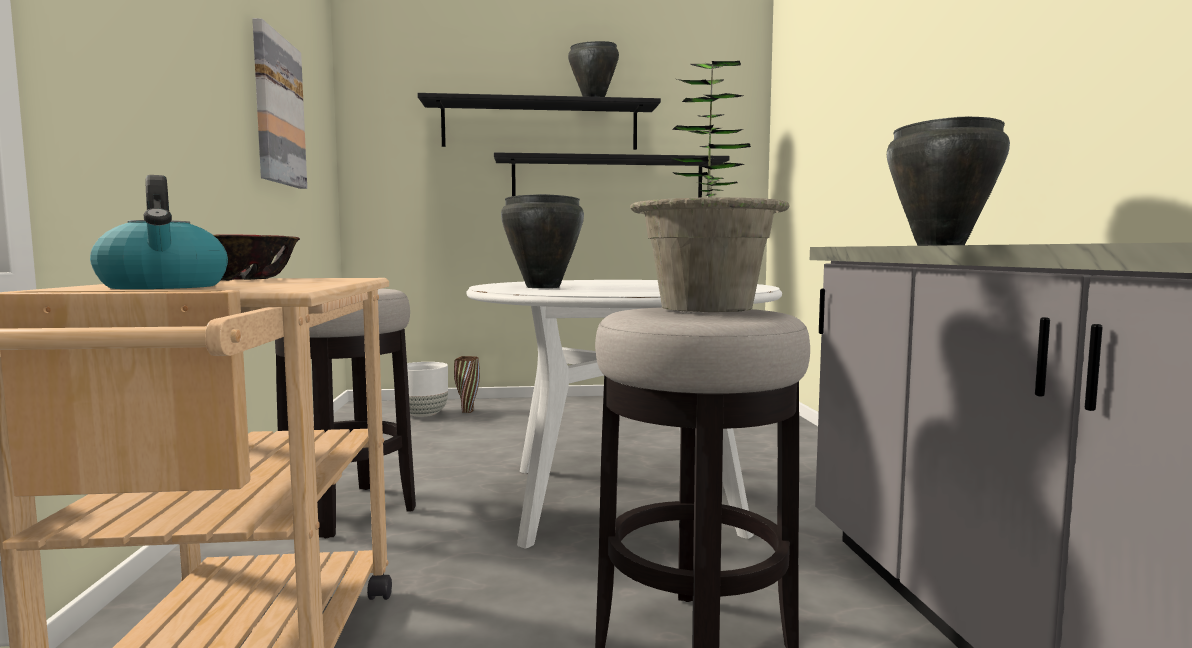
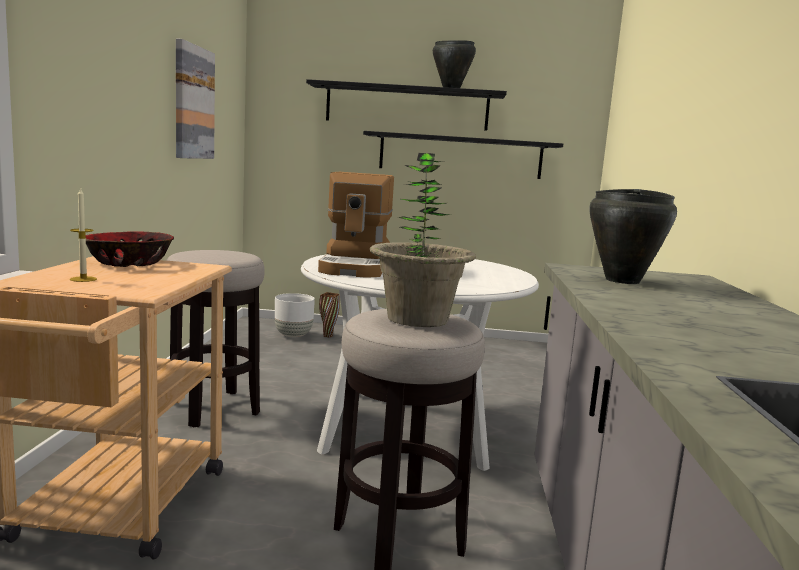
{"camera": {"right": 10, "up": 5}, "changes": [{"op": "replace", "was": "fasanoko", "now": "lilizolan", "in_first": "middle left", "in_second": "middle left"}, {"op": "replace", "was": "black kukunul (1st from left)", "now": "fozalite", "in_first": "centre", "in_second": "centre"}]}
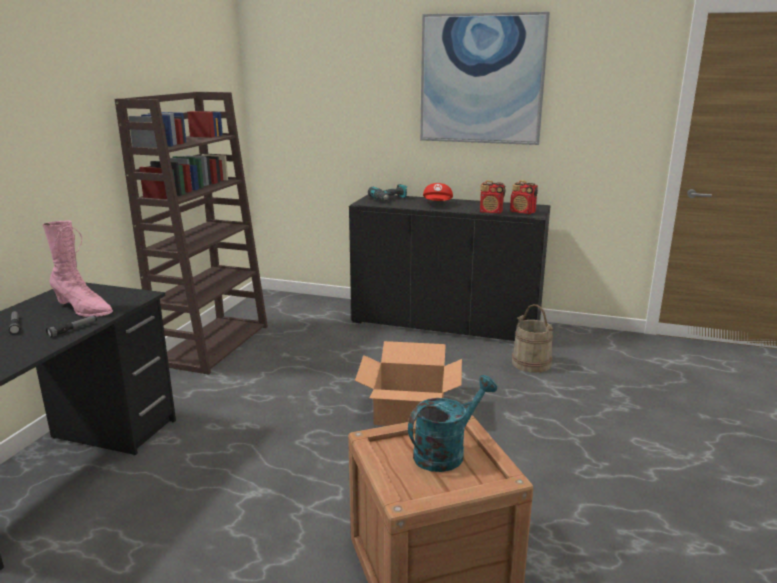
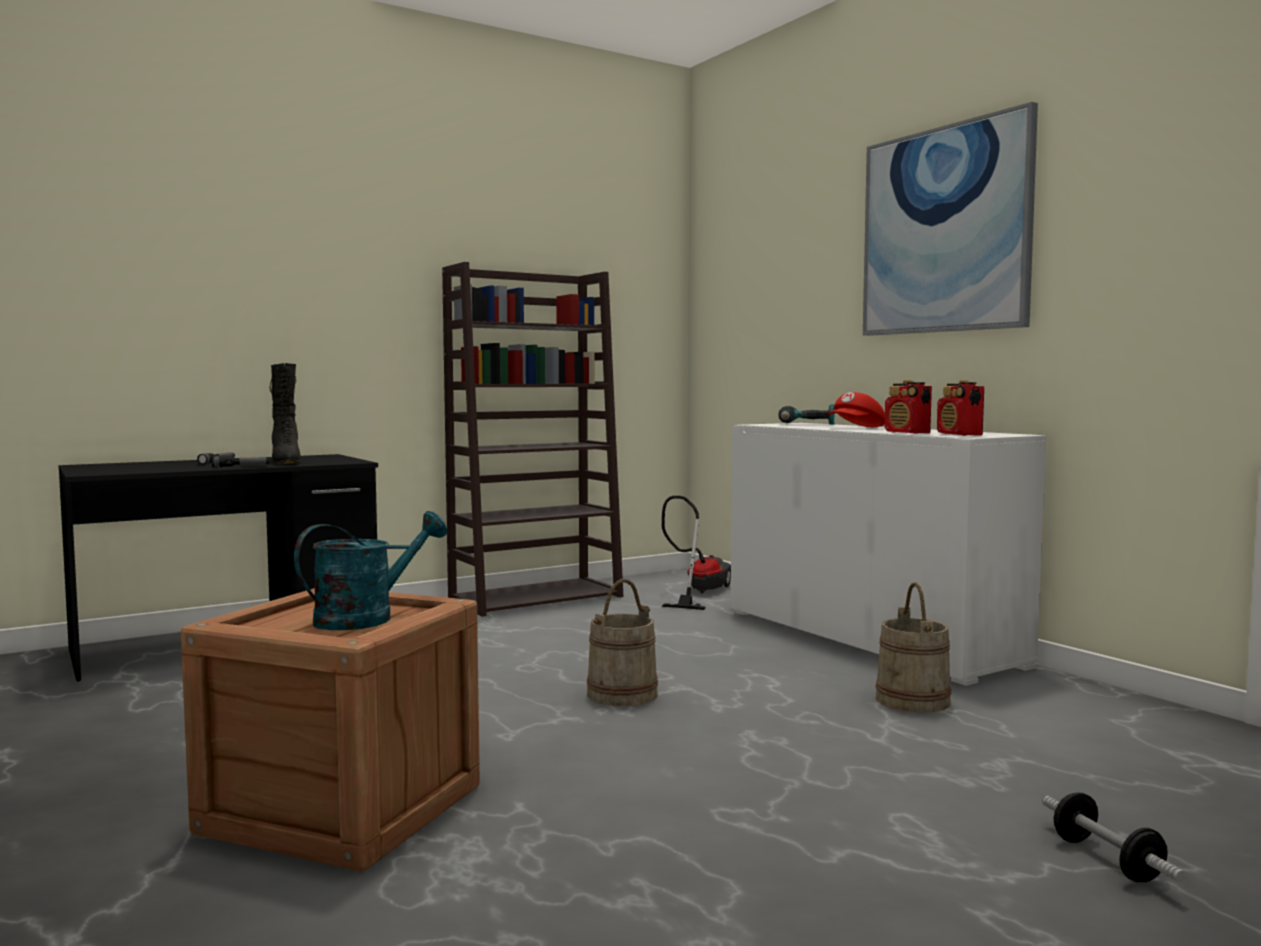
{"camera": {"right": 40, "up": -15}, "changes": [{"op": "insert", "now": "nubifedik", "in_second": "centre"}, {"op": "insert", "now": "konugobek", "in_second": "bottom right"}, {"op": "replace", "was": "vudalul", "now": "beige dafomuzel (1st from left)", "in_first": "centre", "in_second": "bottom centre"}, {"op": "recolor", "was": "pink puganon", "now": "black puganon", "in_first": "middle left", "in_second": "middle left"}, {"op": "recolor", "was": "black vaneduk", "now": "white vaneduk", "in_first": "centre", "in_second": "middle right"}, {"op": "rotate", "was": "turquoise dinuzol", "in_first": "bottom centre", "in_second": "middle left", "clockwise": -45}]}
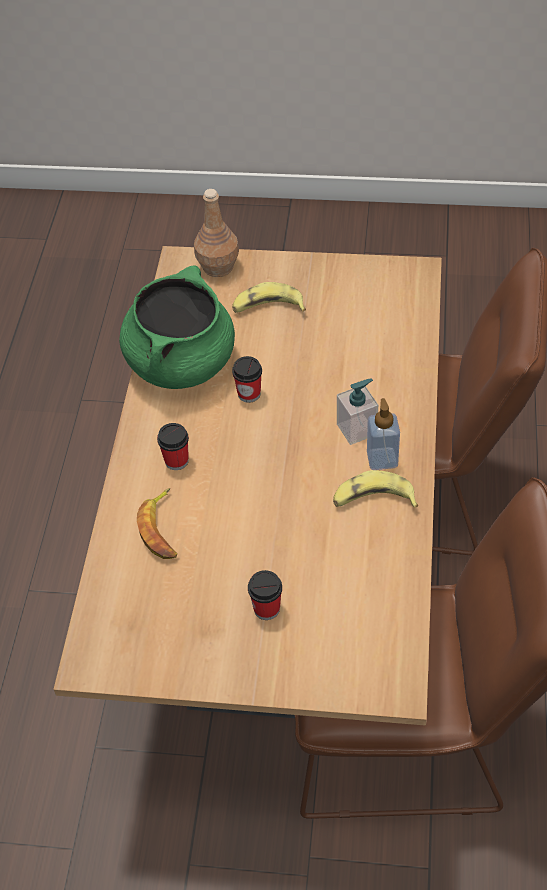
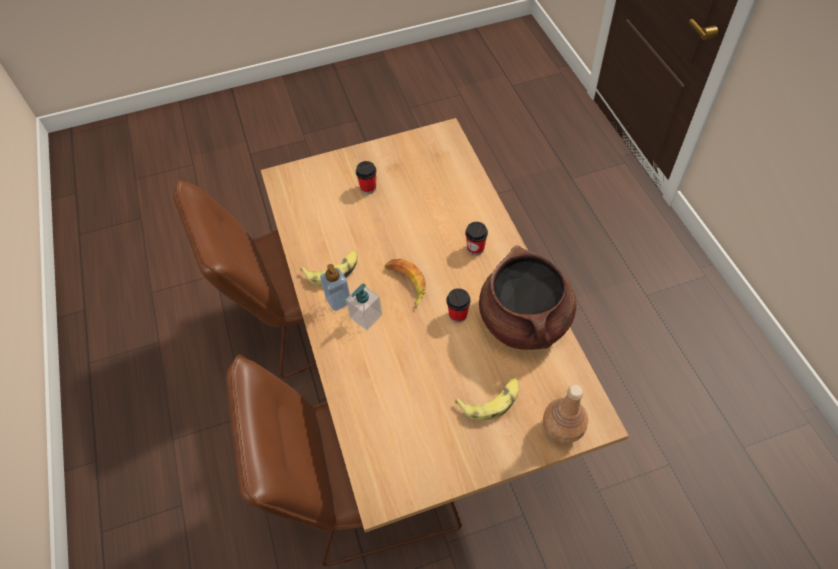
{"camera": {"right": 155, "up": 5}, "changes": [{"op": "move", "was": "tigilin (1st from left in the first image)", "now": "tigilin (2nd from left)", "in_first": "middle left", "in_second": "centre"}, {"op": "recolor", "was": "green kukunul", "now": "brown kukunul", "in_first": "middle left", "in_second": "centre"}]}
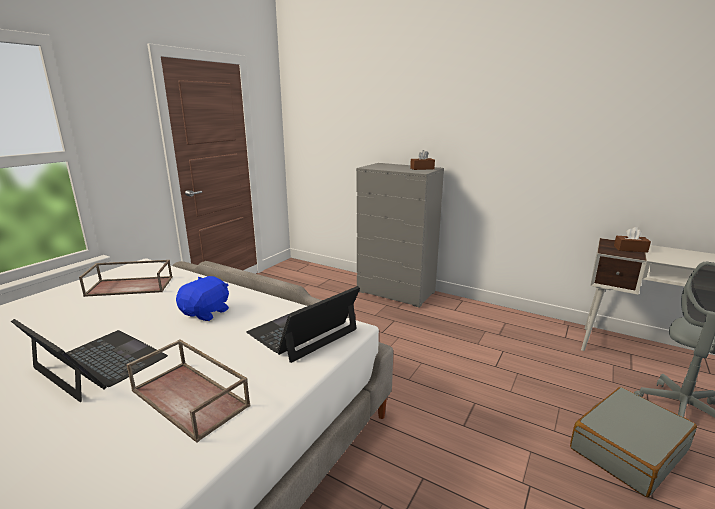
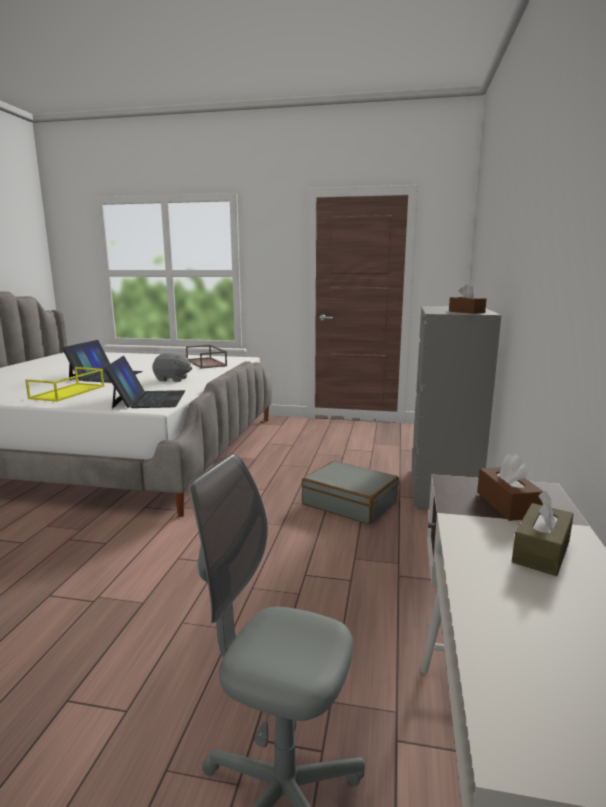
{"camera": {"right": 70, "up": -5}, "changes": [{"op": "insert", "now": "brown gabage (3rd from left)", "in_second": "middle right"}, {"op": "move", "was": "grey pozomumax", "in_first": "bottom right", "in_second": "centre"}, {"op": "recolor", "was": "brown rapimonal (2nd from left)", "now": "yellow rapimonal", "in_first": "bottom left", "in_second": "middle left"}, {"op": "recolor", "was": "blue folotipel", "now": "grey folotipel", "in_first": "middle left", "in_second": "middle left"}, {"op": "rotate", "was": "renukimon (2nd from left)", "in_first": "centre", "in_second": "middle left", "clockwise": 60}]}
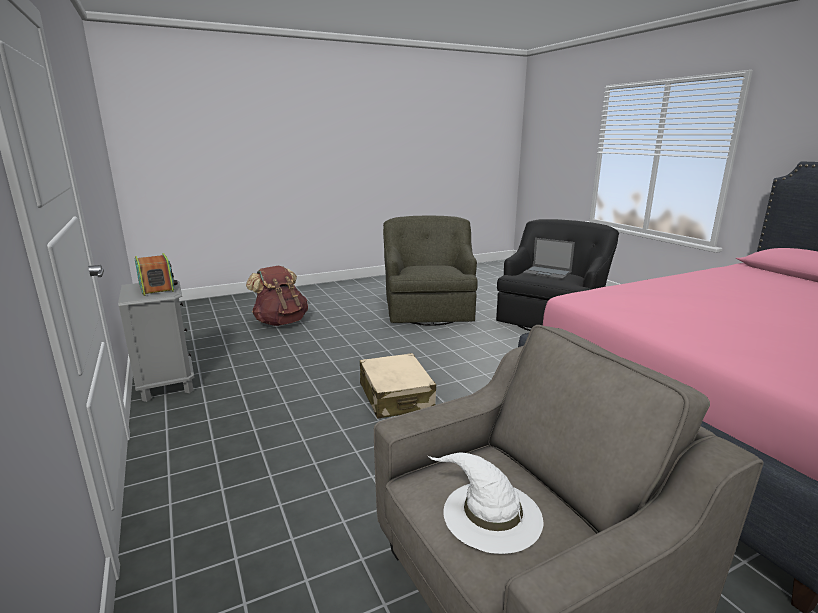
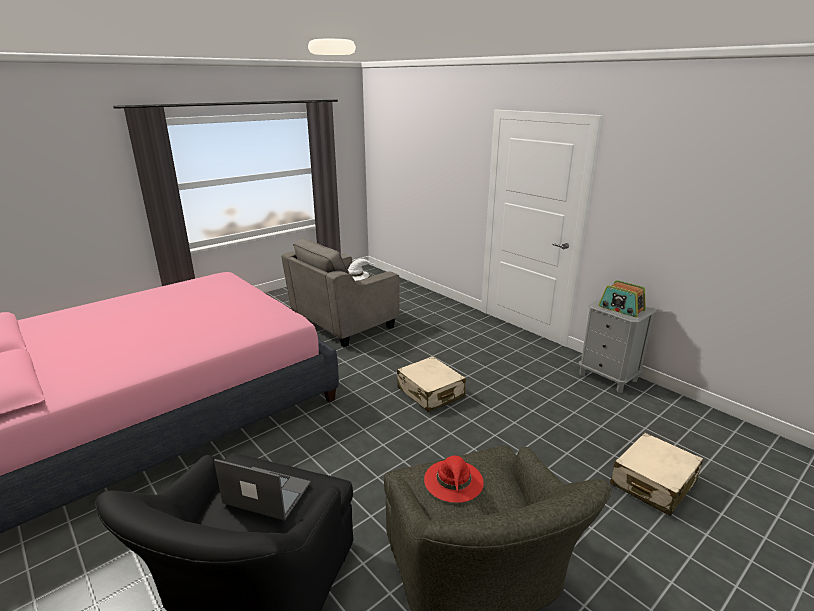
{"camera": {"right": 165, "up": 5}, "changes": [{"op": "insert", "now": "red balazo", "in_second": "bottom centre"}, {"op": "replace", "was": "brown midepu", "now": "beige pozomumax (2nd from left)", "in_first": "centre", "in_second": "bottom right"}]}
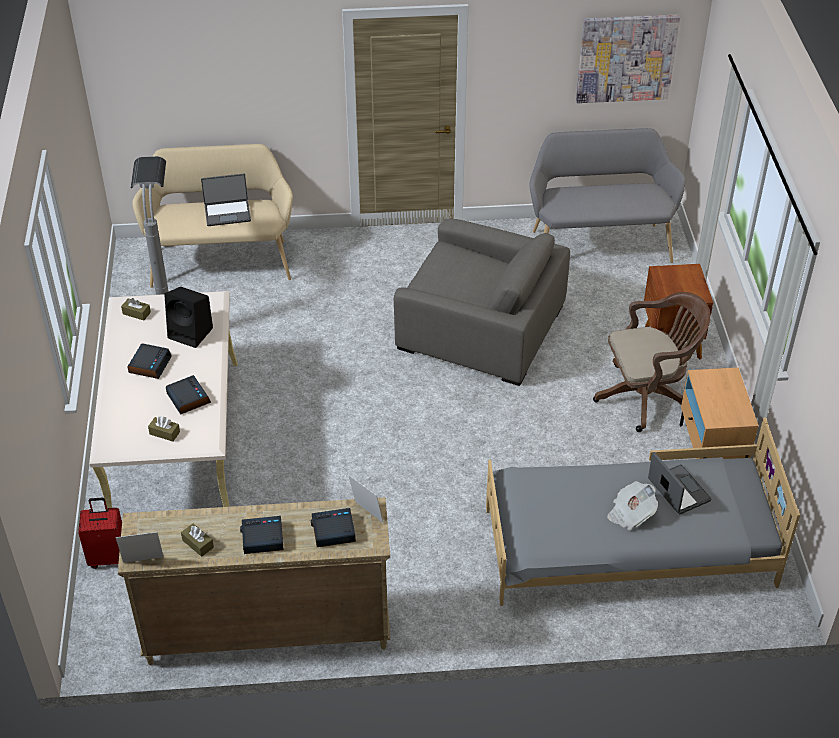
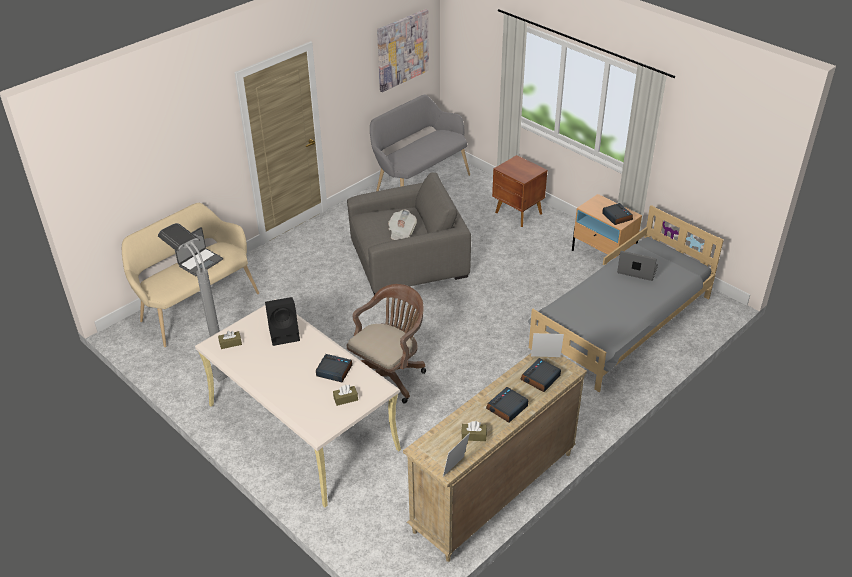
{"camera": {"right": -40, "up": -5}, "changes": [{"op": "delete", "was": "red pozomumax", "in_first": "bottom left"}, {"op": "move", "was": "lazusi (1st from left in the first image)", "now": "lazusi (4th from left)", "in_first": "middle left", "in_second": "middle right"}, {"op": "move", "was": "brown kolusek", "in_first": "middle right", "in_second": "centre"}, {"op": "move", "was": "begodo", "in_first": "bottom right", "in_second": "centre"}]}
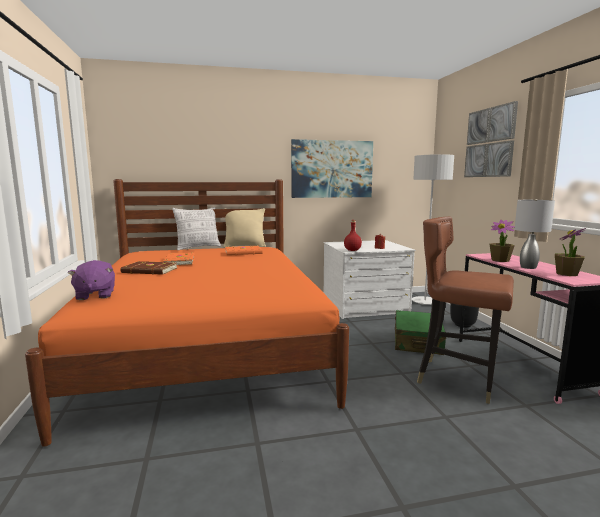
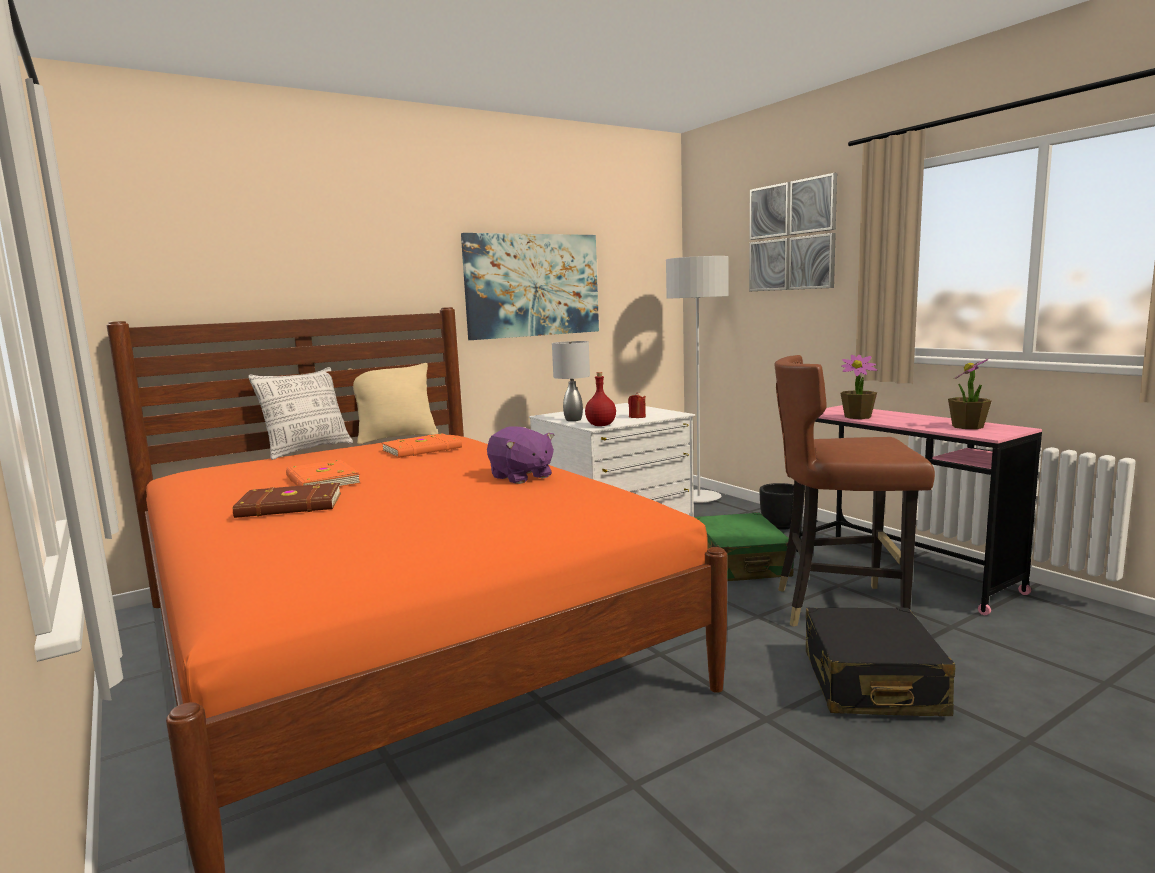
{"camera": {"right": -20, "up": 0}, "changes": [{"op": "insert", "now": "black pozomumax", "in_second": "bottom right"}, {"op": "move", "was": "purple folotipel", "in_first": "middle left", "in_second": "centre"}, {"op": "move", "was": "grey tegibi", "in_first": "middle right", "in_second": "centre"}]}
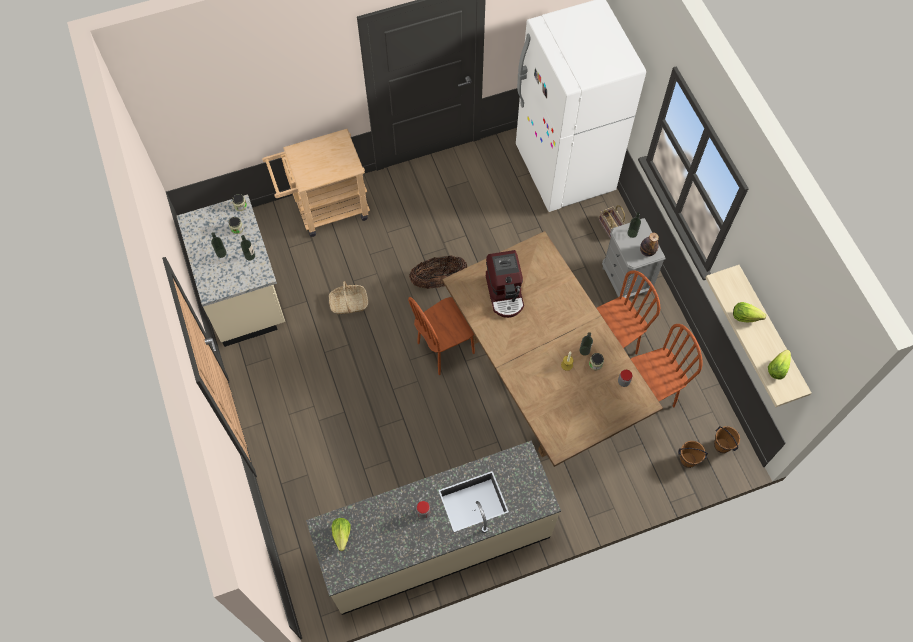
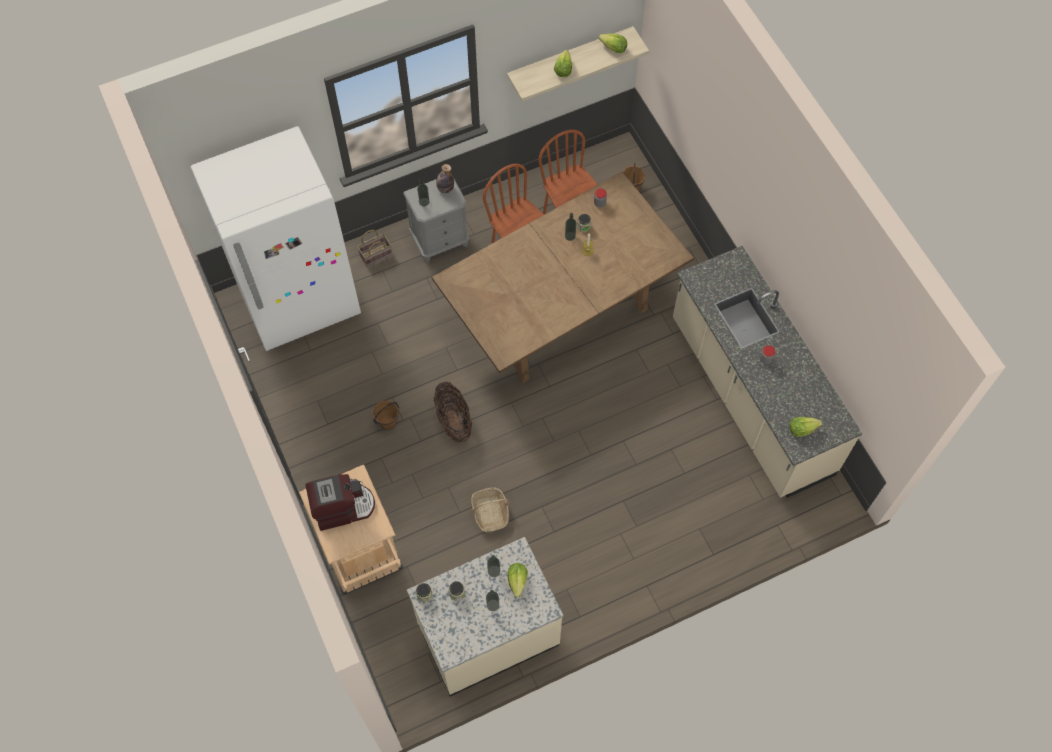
{"camera": {"right": -95, "up": 0}, "changes": [{"op": "delete", "was": "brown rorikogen (1st from left)", "in_first": "centre"}, {"op": "insert", "now": "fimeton (1st from left)", "in_second": "bottom centre"}, {"op": "move", "was": "fozalite", "in_first": "centre", "in_second": "bottom left"}, {"op": "move", "was": "brown dafomuzel (2nd from left in the first image)", "now": "brown dafomuzel (1st from left)", "in_first": "bottom right", "in_second": "centre"}]}
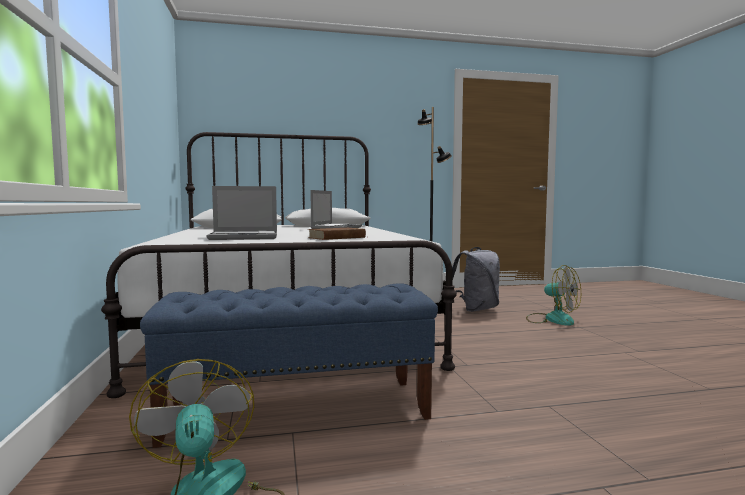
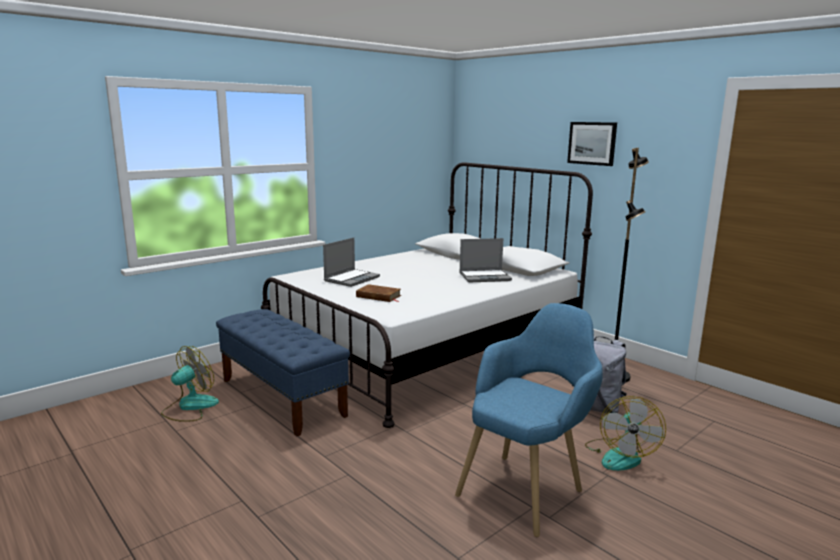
{"camera": {"right": 60, "up": 10}, "changes": [{"op": "insert", "now": "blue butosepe", "in_second": "bottom centre"}, {"op": "insert", "now": "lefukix", "in_second": "top right"}, {"op": "rotate", "was": "renukimon (1st from left)", "in_first": "middle left", "in_second": "centre", "clockwise": -105}]}
